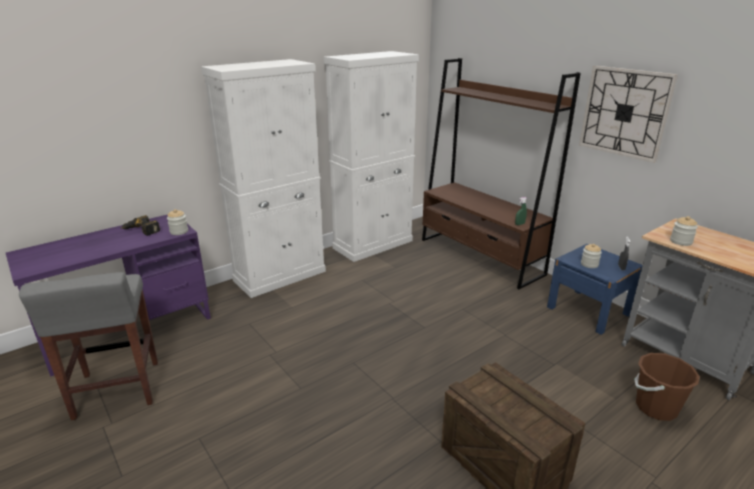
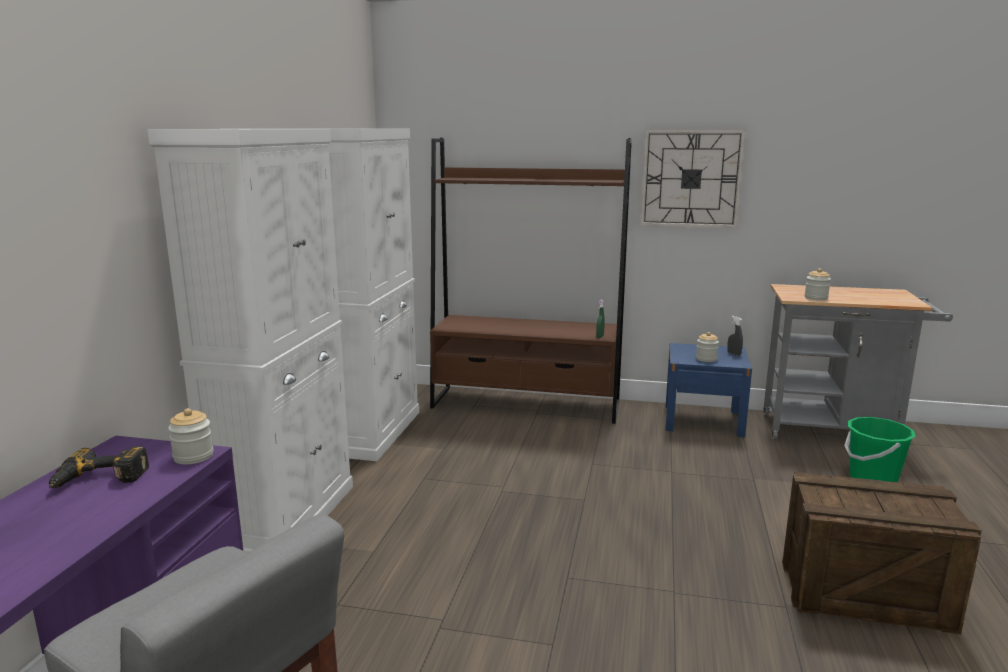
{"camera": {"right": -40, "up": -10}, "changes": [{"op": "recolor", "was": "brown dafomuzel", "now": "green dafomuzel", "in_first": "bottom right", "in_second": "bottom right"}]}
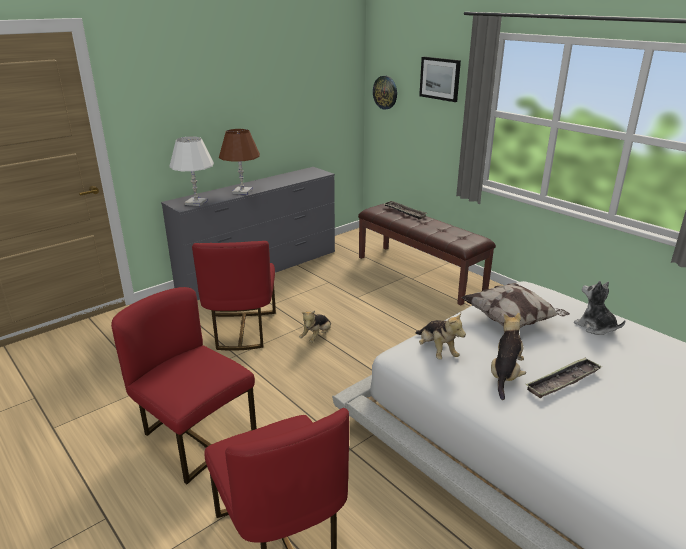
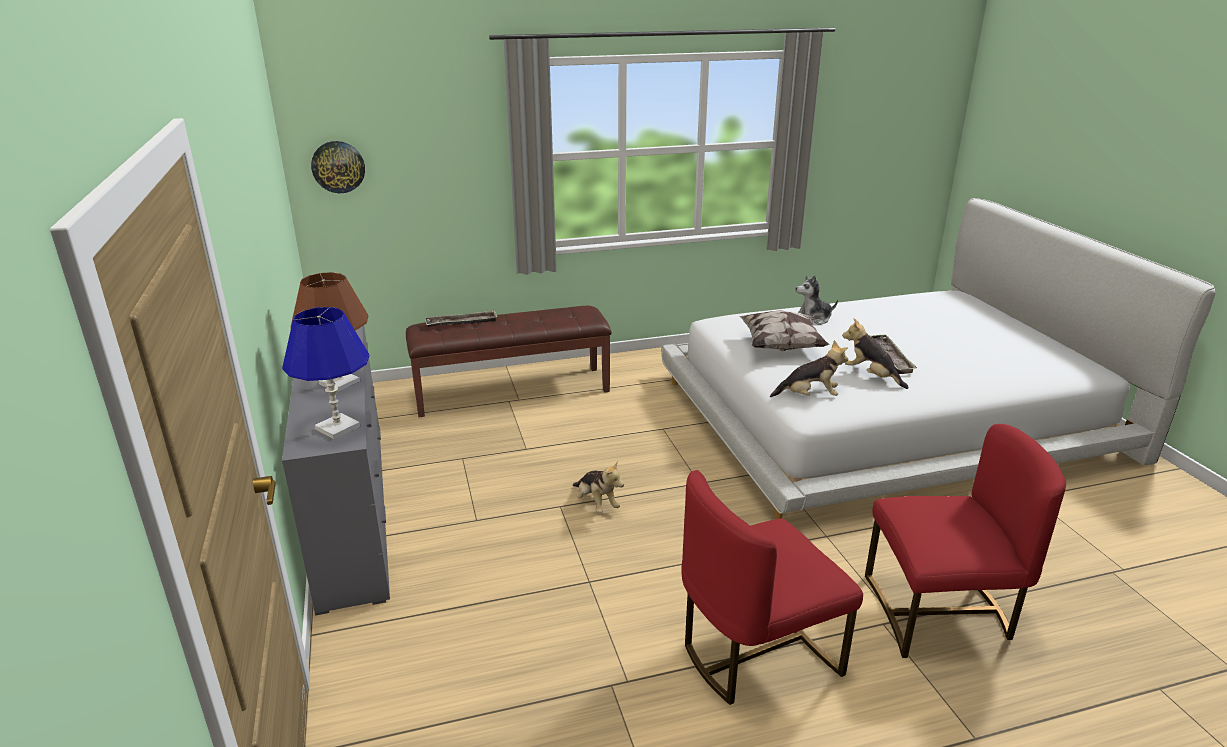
{"camera": {"right": -65, "up": 0}, "changes": [{"op": "delete", "was": "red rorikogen (2nd from left)", "in_first": "centre"}, {"op": "delete", "was": "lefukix", "in_first": "top centre"}, {"op": "recolor", "was": "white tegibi", "now": "blue tegibi", "in_first": "top left", "in_second": "middle left"}]}
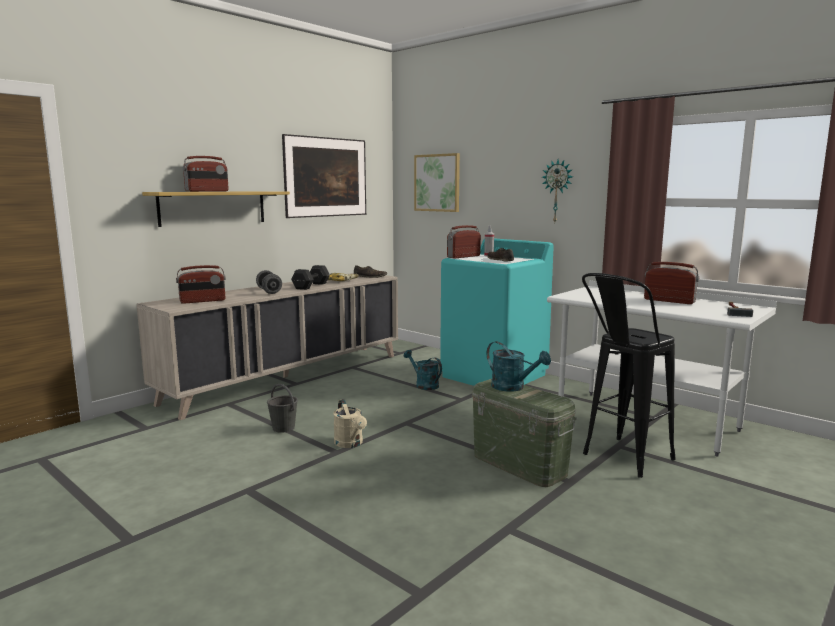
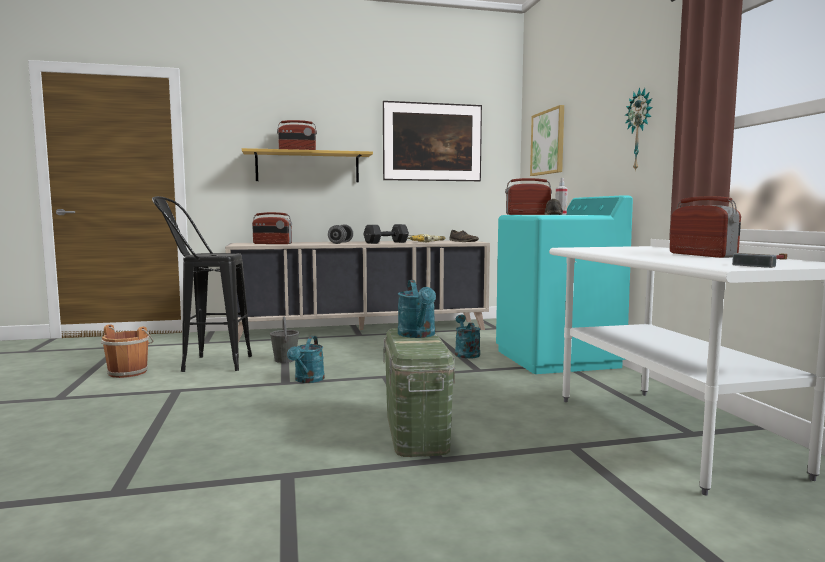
{"camera": {"right": 35, "up": -5}, "changes": [{"op": "insert", "now": "brown dafomuzel", "in_second": "middle left"}, {"op": "move", "was": "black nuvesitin", "in_first": "middle right", "in_second": "middle left"}, {"op": "recolor", "was": "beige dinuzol", "now": "turquoise dinuzol (1st from left)", "in_first": "bottom centre", "in_second": "centre"}]}
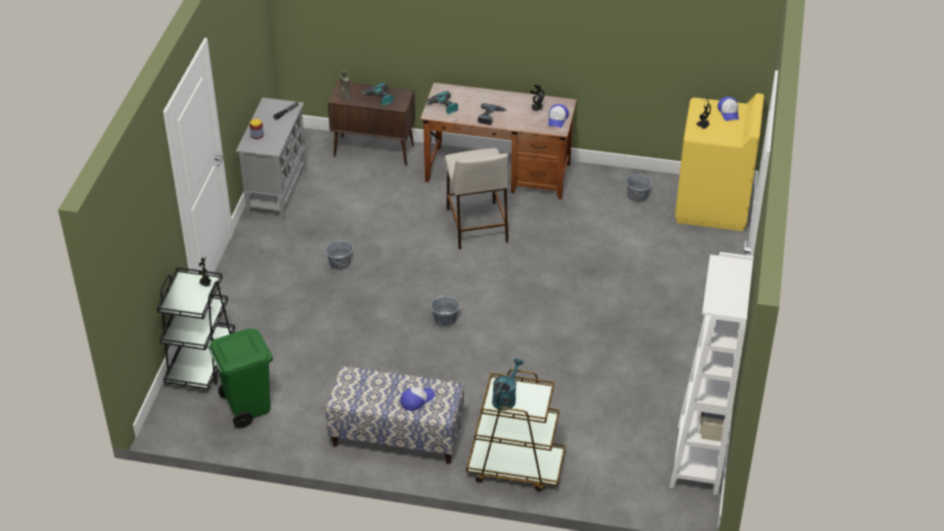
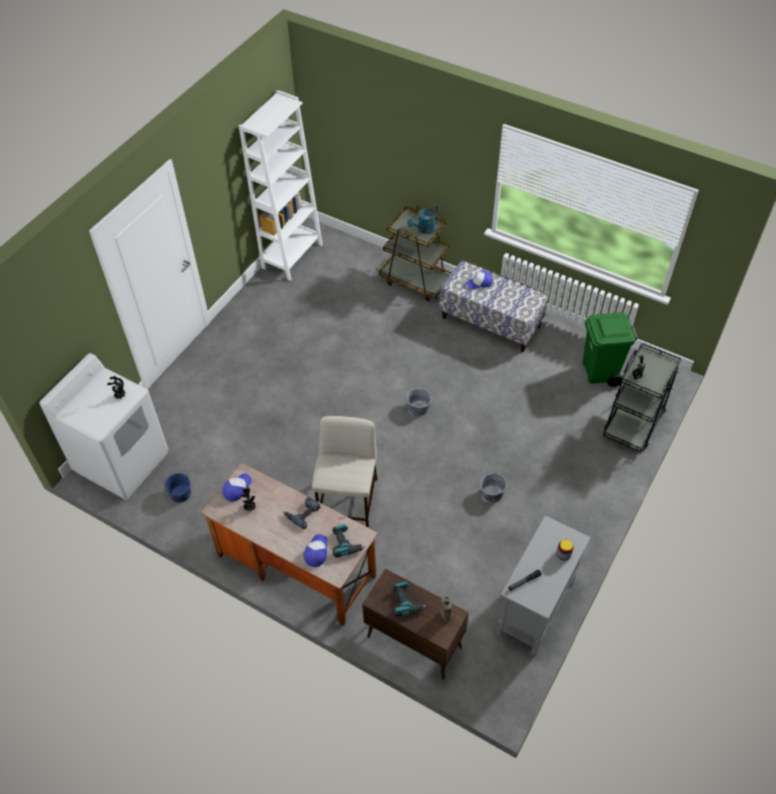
{"camera": {"right": -160, "up": 10}, "changes": [{"op": "move", "was": "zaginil (3rd from left in the first image)", "now": "zaginil (2nd from left)", "in_first": "top right", "in_second": "bottom centre"}, {"op": "recolor", "was": "grey dafomuzel (3rd from left)", "now": "blue dafomuzel", "in_first": "middle right", "in_second": "middle left"}, {"op": "recolor", "was": "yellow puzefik", "now": "white puzefik", "in_first": "top right", "in_second": "middle left"}]}
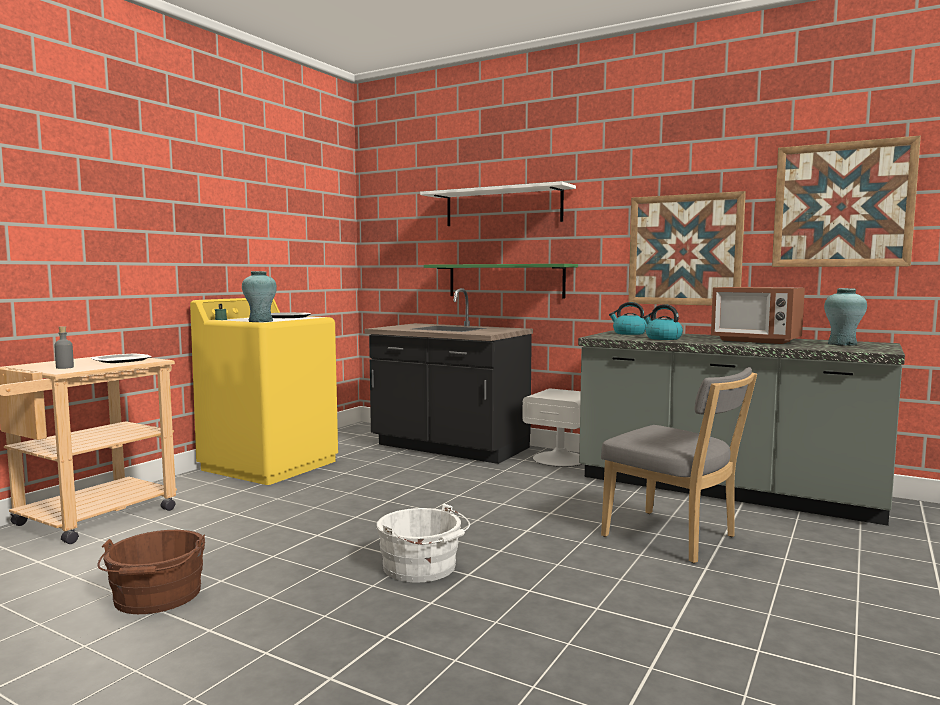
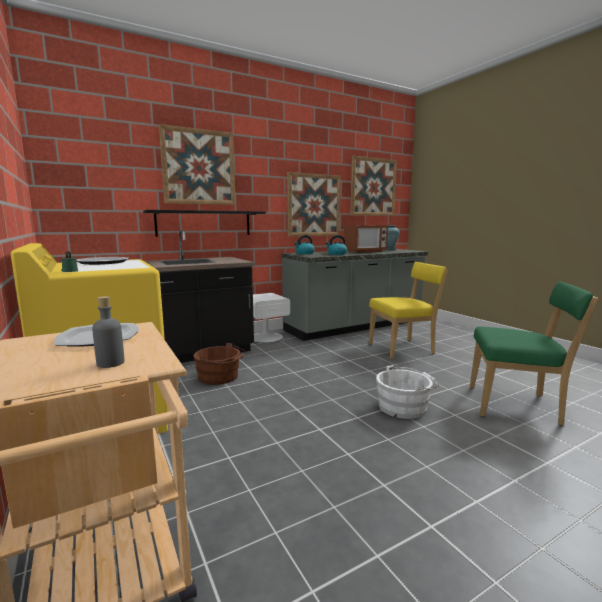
{"camera": {"right": -60, "up": 5}, "changes": [{"op": "delete", "was": "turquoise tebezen (1st from left)", "in_first": "middle left"}, {"op": "insert", "now": "green rorikogen", "in_second": "middle right"}, {"op": "move", "was": "brown dafomuzel", "in_first": "bottom left", "in_second": "centre"}, {"op": "replace", "was": "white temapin", "now": "lefukix (1st from left)", "in_first": "top centre", "in_second": "top left"}, {"op": "recolor", "was": "green temapin", "now": "black temapin", "in_first": "centre", "in_second": "centre"}, {"op": "recolor", "was": "grey rorikogen", "now": "yellow rorikogen", "in_first": "middle right", "in_second": "middle right"}]}
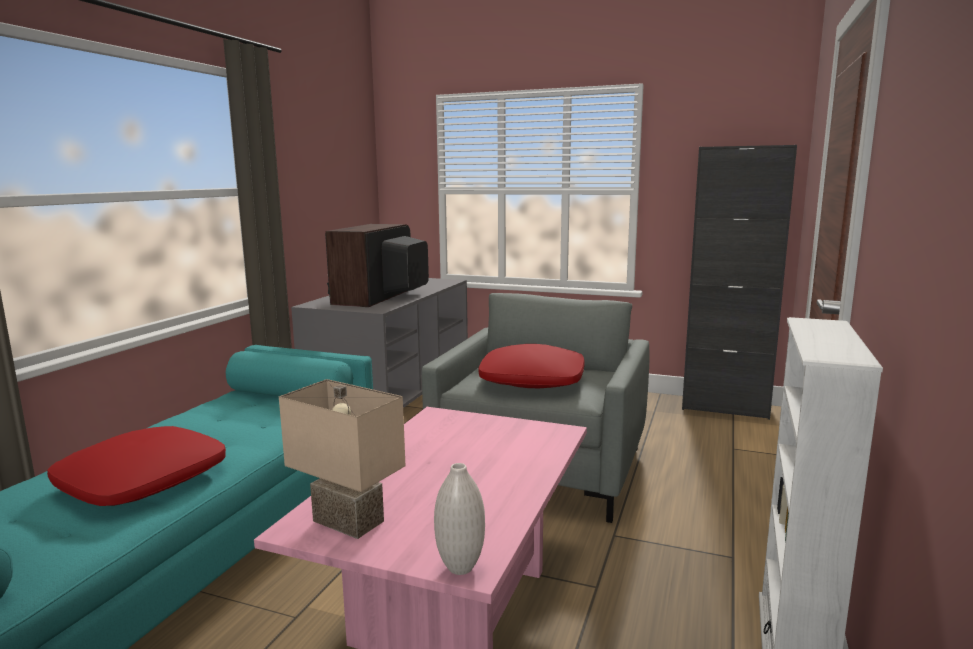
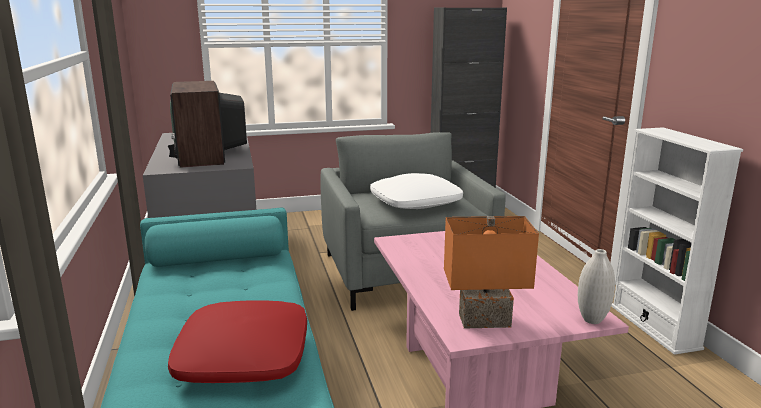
{"camera": {"right": -35, "up": 5}, "changes": [{"op": "recolor", "was": "beige tegibi", "now": "orange tegibi", "in_first": "bottom centre", "in_second": "bottom centre"}, {"op": "recolor", "was": "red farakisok (2nd from left)", "now": "white farakisok", "in_first": "centre", "in_second": "centre"}]}
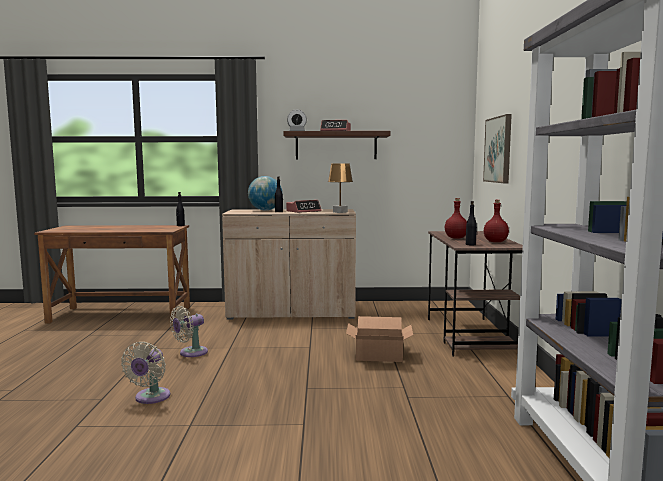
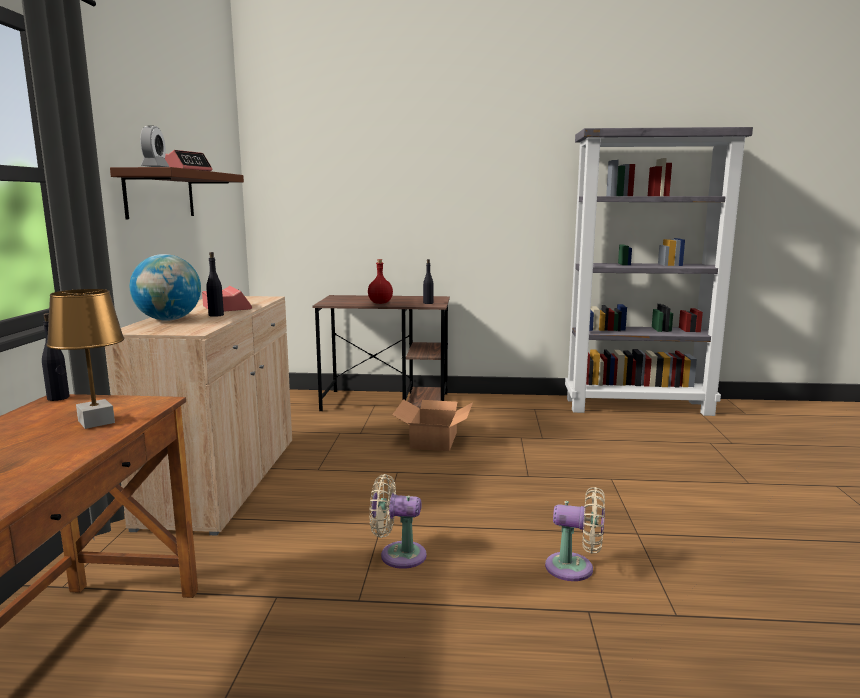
{"camera": {"right": -85, "up": 5}, "changes": [{"op": "delete", "was": "lefukix", "in_first": "top right"}, {"op": "delete", "was": "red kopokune (2nd from left)", "in_first": "middle right"}, {"op": "move", "was": "brown tegibi", "in_first": "centre", "in_second": "middle left"}, {"op": "rotate", "was": "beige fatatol (2nd from left in the first image)", "in_first": "bottom left", "in_second": "bottom centre", "clockwise": 135}]}
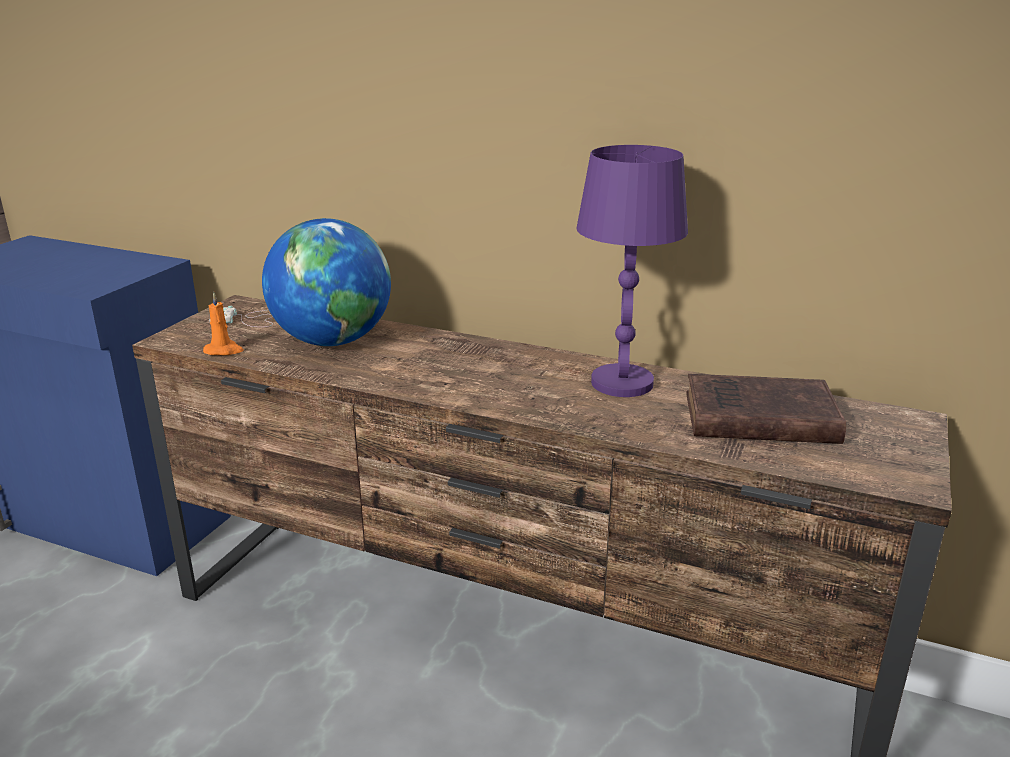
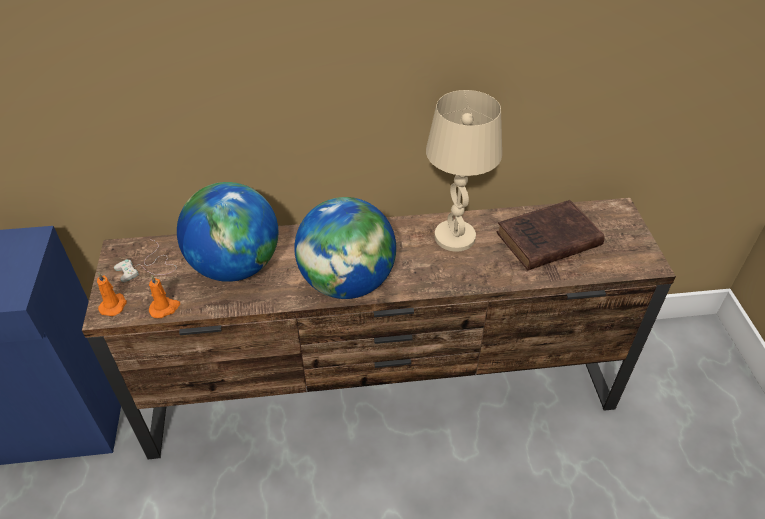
{"camera": {"right": -30, "up": 20}, "changes": [{"op": "insert", "now": "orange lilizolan (1st from left)", "in_second": "middle left"}, {"op": "insert", "now": "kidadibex (2nd from left)", "in_second": "centre"}, {"op": "recolor", "was": "purple tegibi", "now": "beige tegibi", "in_first": "centre", "in_second": "top centre"}]}
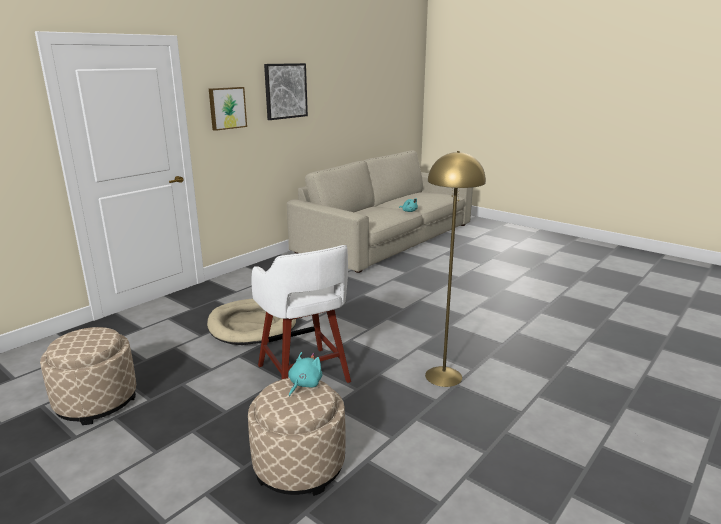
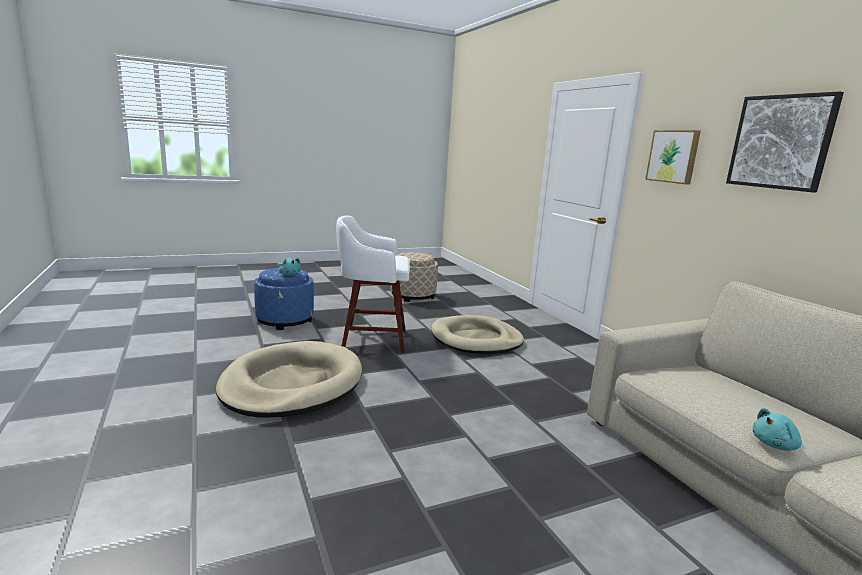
{"camera": {"right": 115, "up": -5}, "changes": [{"op": "replace", "was": "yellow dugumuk", "now": "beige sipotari (1st from left)", "in_first": "centre", "in_second": "centre"}, {"op": "recolor", "was": "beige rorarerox (2nd from left)", "now": "blue rorarerox", "in_first": "bottom centre", "in_second": "middle left"}]}
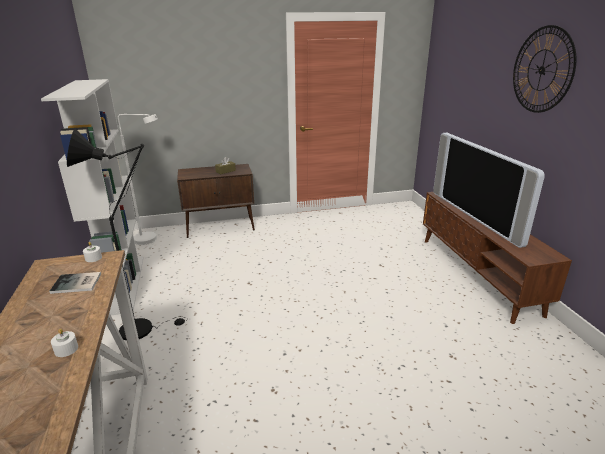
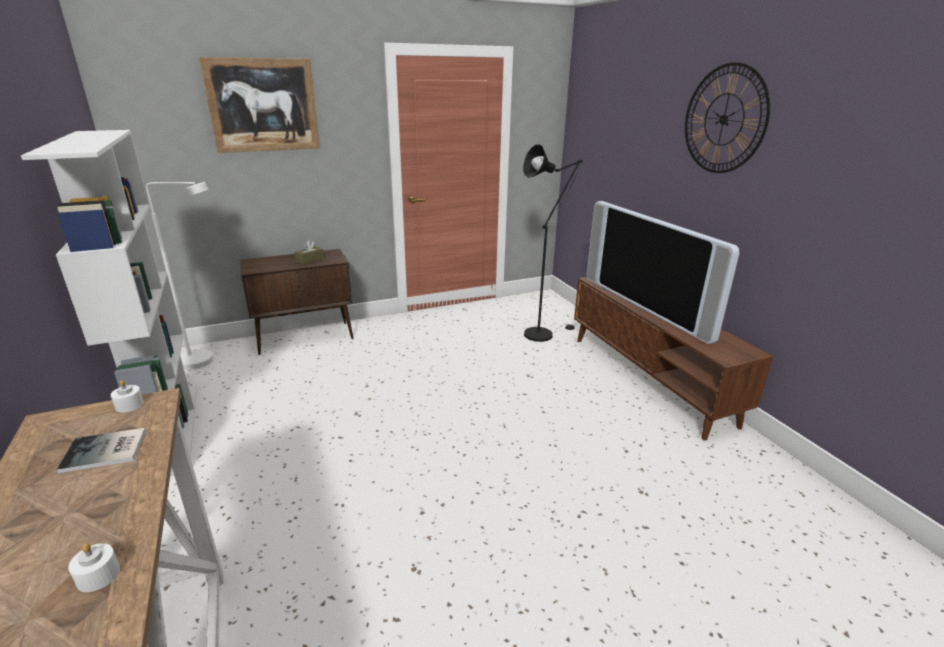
{"camera": {"right": -10, "up": 0}, "changes": [{"op": "insert", "now": "lefukix", "in_second": "top left"}, {"op": "move", "was": "black dugumuk", "in_first": "middle left", "in_second": "centre"}]}
